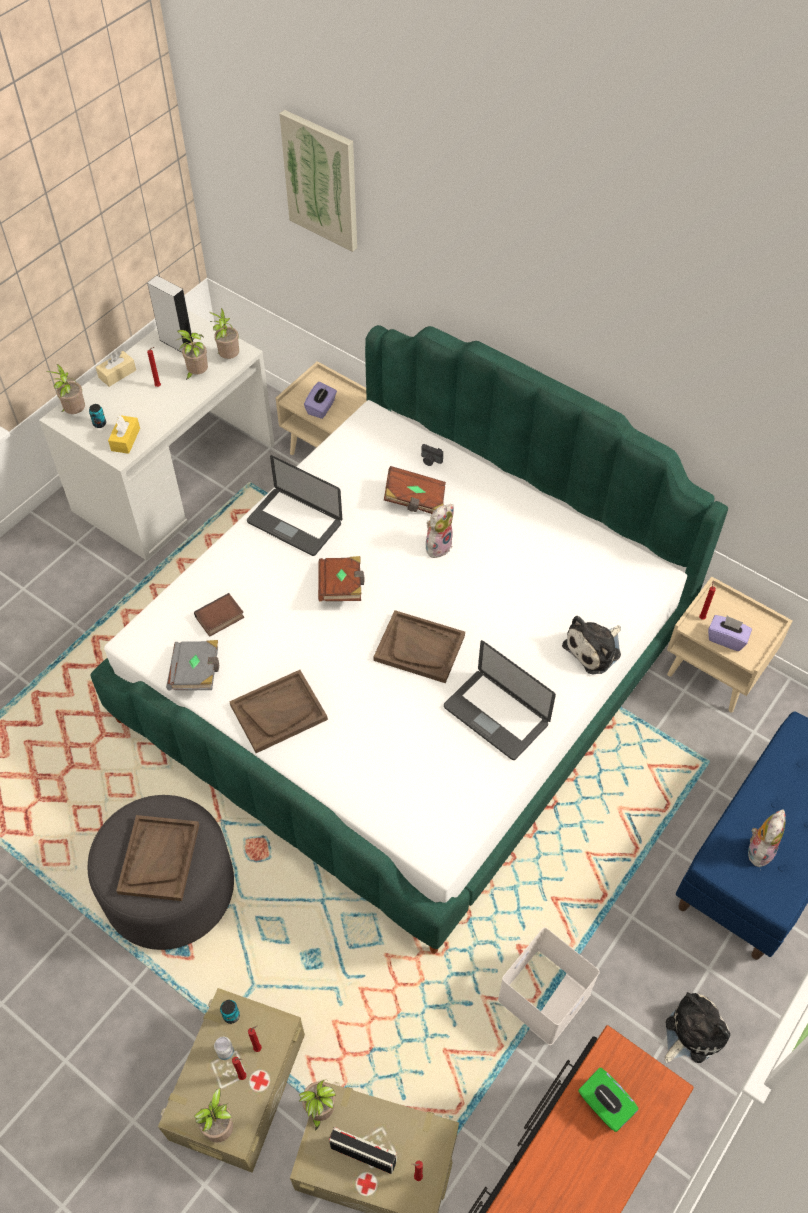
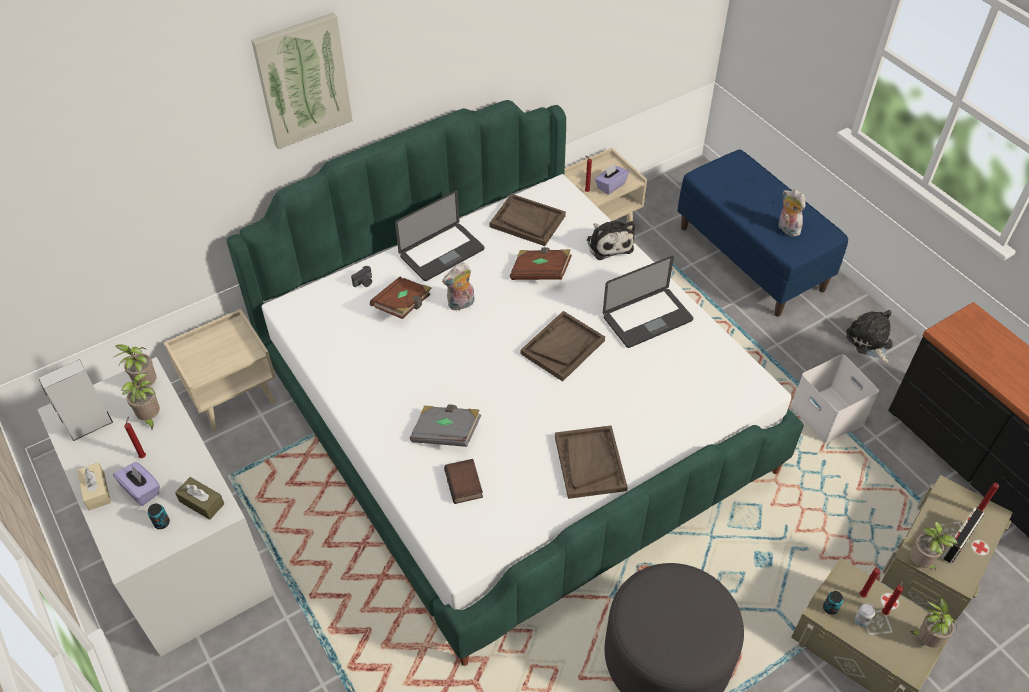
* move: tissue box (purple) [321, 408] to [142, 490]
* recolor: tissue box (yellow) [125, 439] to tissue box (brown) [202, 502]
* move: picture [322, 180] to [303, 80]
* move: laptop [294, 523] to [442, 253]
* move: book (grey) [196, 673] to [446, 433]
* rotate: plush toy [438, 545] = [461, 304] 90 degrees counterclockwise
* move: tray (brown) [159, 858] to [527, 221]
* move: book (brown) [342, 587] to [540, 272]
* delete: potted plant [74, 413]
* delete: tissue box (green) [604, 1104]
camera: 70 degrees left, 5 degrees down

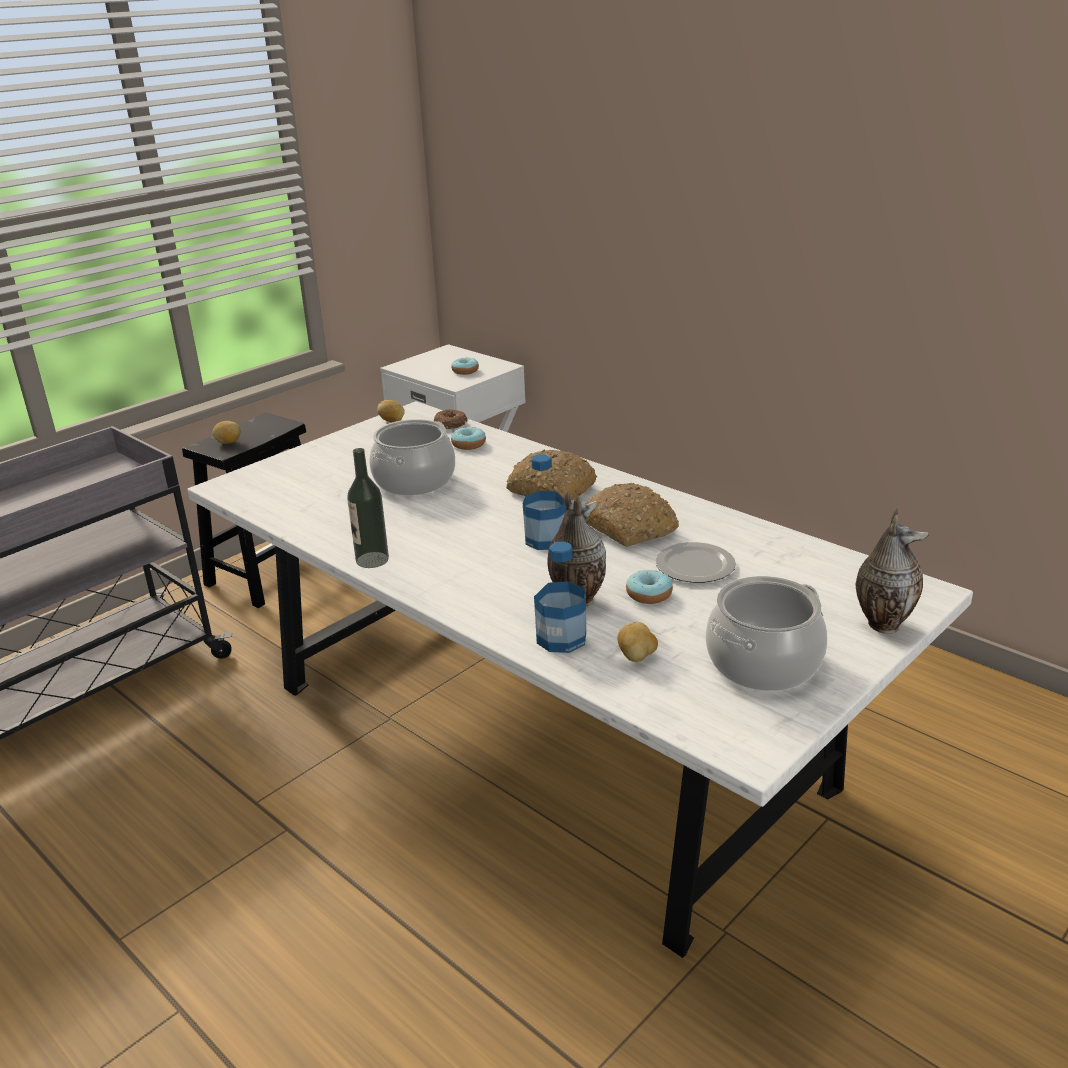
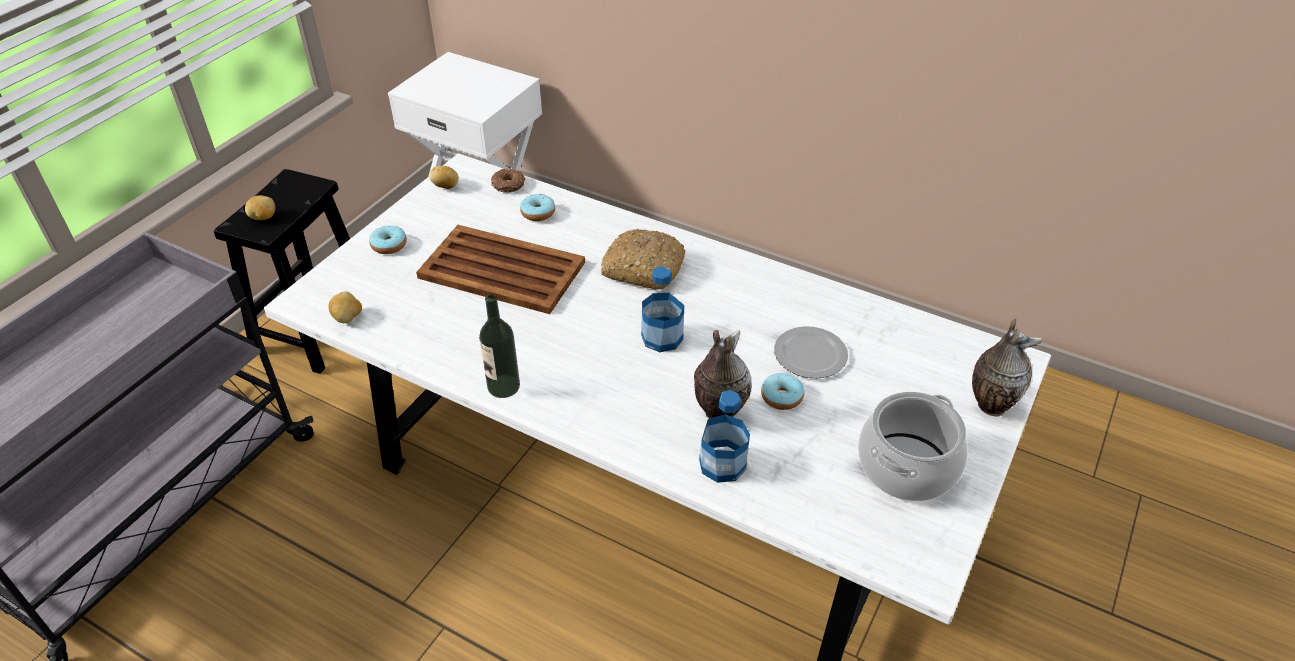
* move: potato [637, 657] to [348, 318]
* move: donut [465, 371] to [389, 245]
* replace: cooking pot [415, 481] to tray (brown) [503, 271]
* delete: bread [630, 527]
camera: 15 degrees left, 15 degrees up

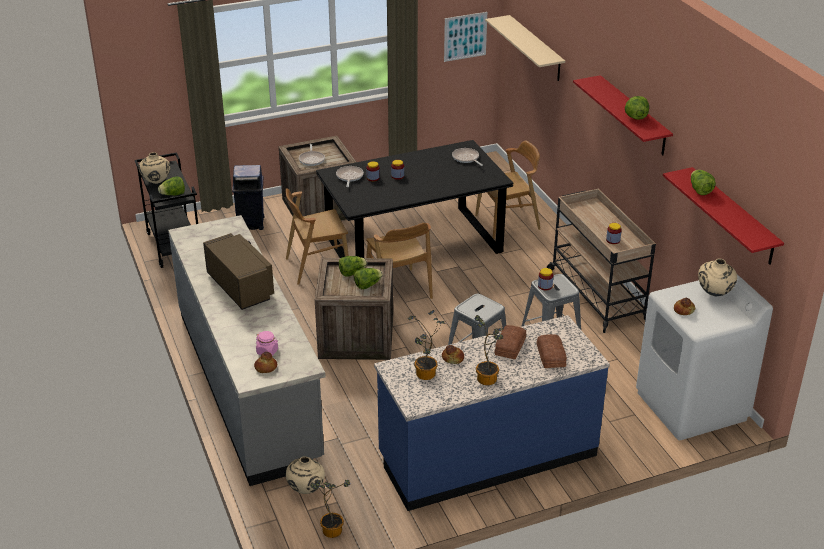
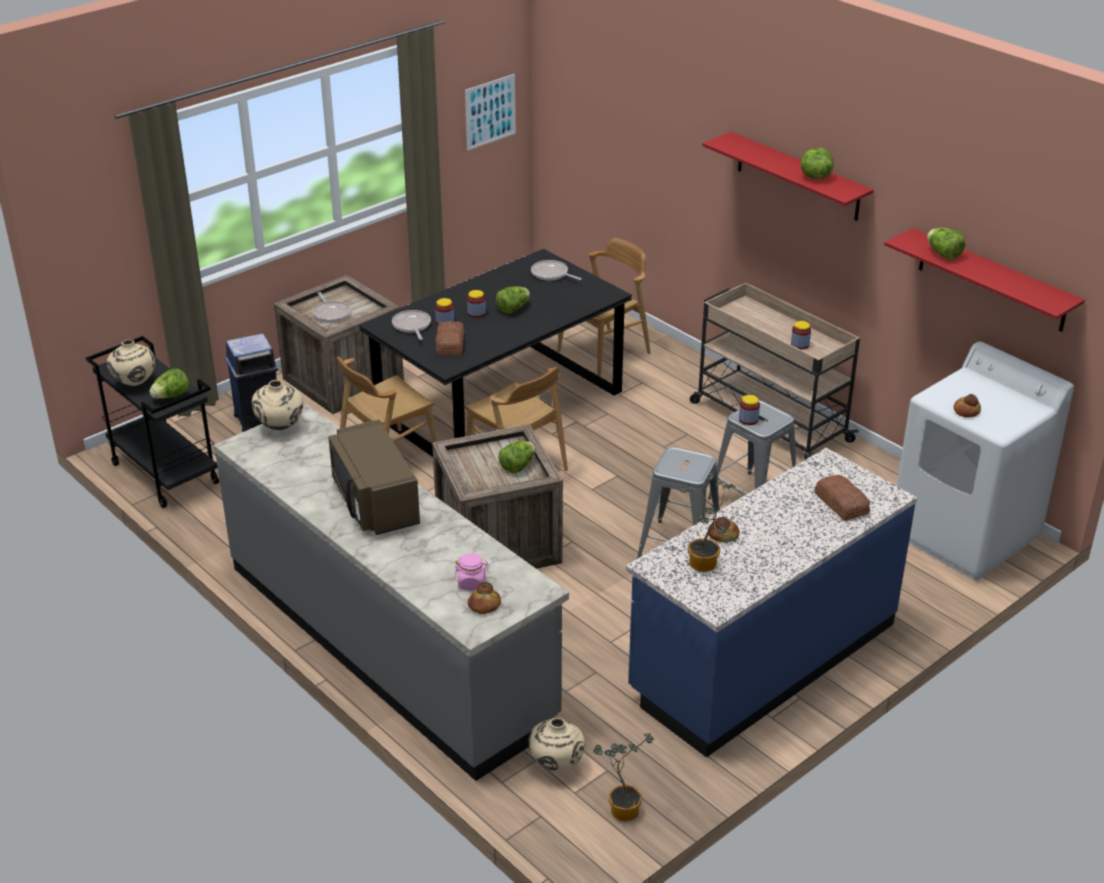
* move: vase (beige) [714, 294] to [280, 427]
* rotate: microwave (brown) [241, 286] = [374, 502] 150 degrees counterclockwise
* move: bread [509, 346] to [449, 344]
* move: lettuce [352, 273] to [513, 309]
* delete: potted plant [489, 377]
* delete: shelf (beige) [535, 48]
camera: 20 degrees left, 0 degrees up

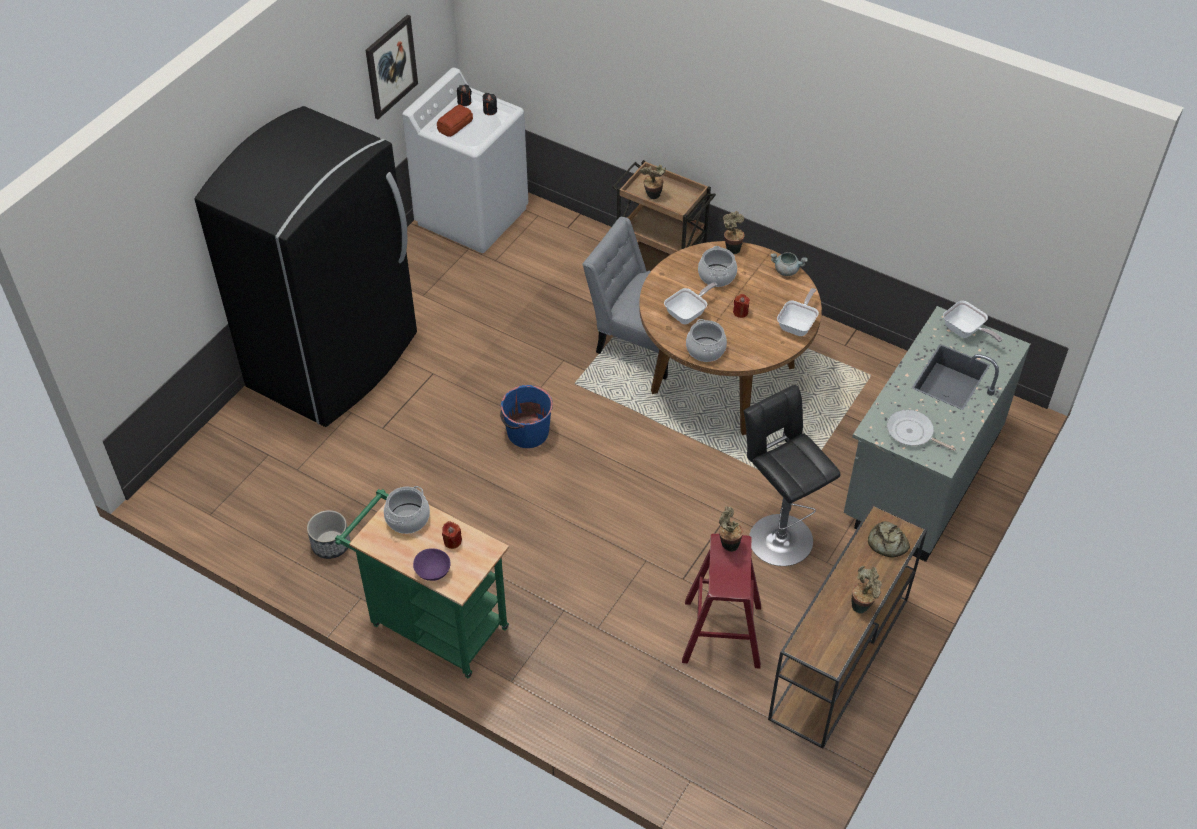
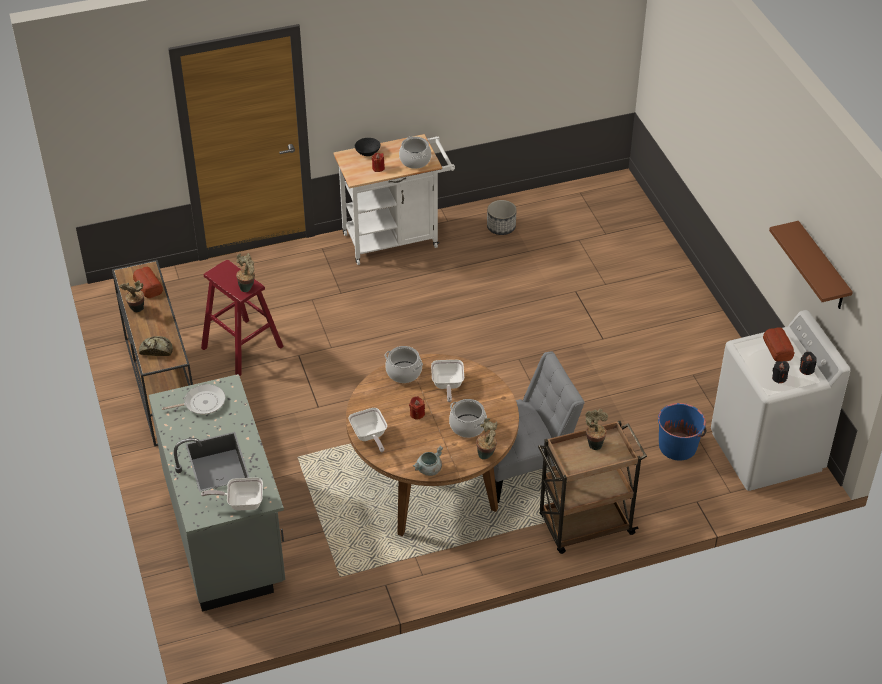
* insert: bread [148, 286]
* recolor: cart (green) [432, 623] to cart (white) [396, 238]
* recolor: bowl (purple) [432, 571] to bowl (black) [368, 152]
* move: bucket (blue) [527, 432] to [678, 446]
* replace: picture [391, 66] to shelf (brown) [822, 268]
* delete: fridge (black) [335, 361]
* delete: stool (black) [777, 536]
camera: 130 degrees right, 5 degrees down

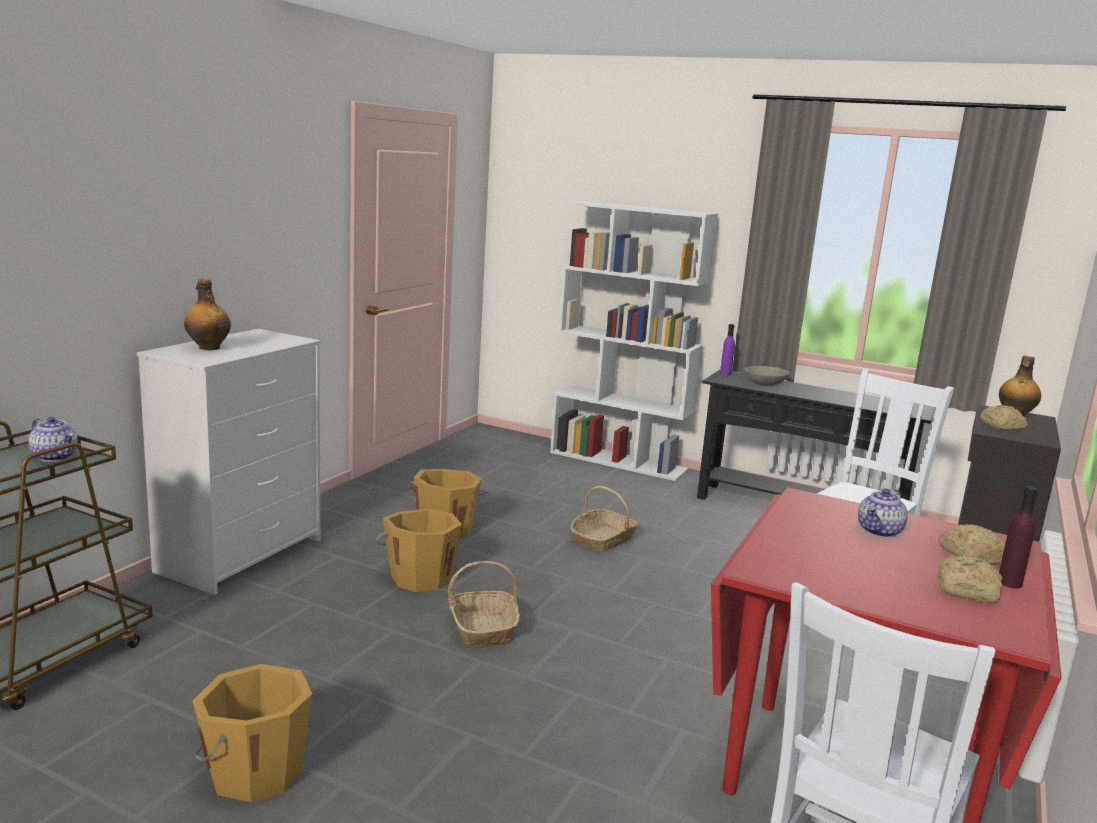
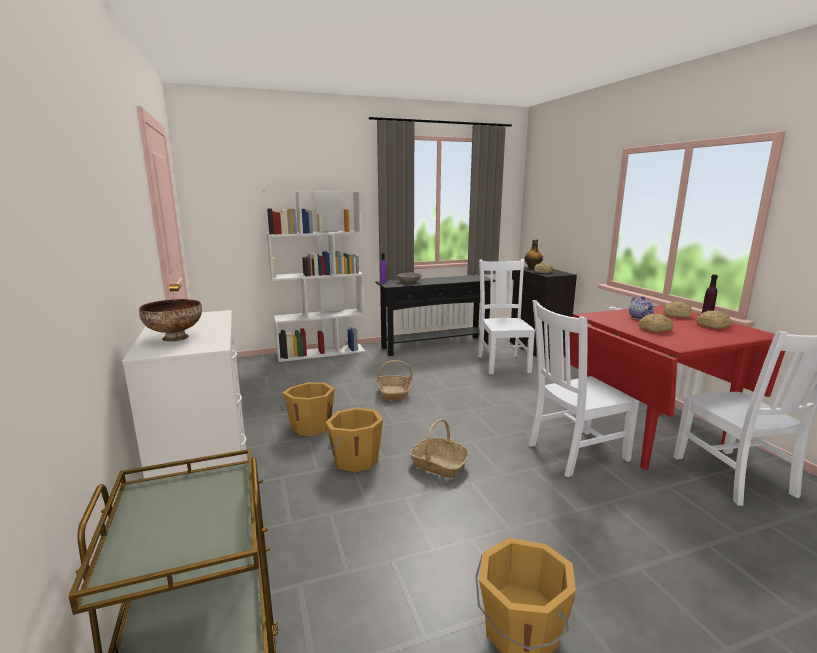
* replace: bottle [208, 348] to bowl [174, 338]
* insert: chair (white) [574, 453]
* insert: bread [654, 329]
* delete: teapot [55, 457]
camera: 45 degrees left, 0 degrees up

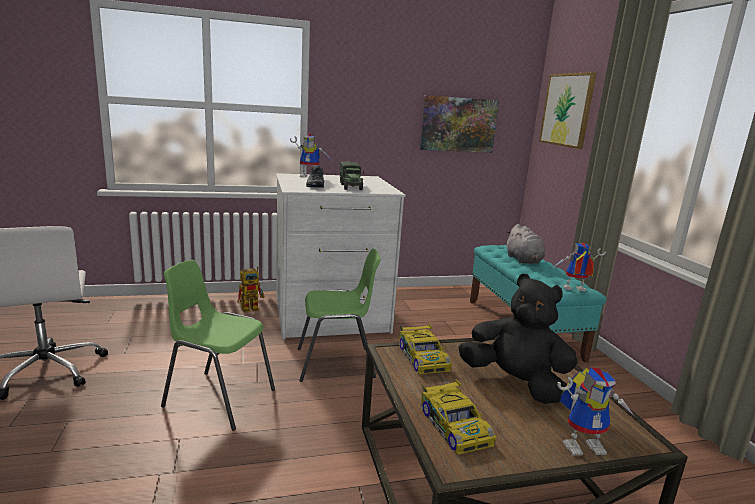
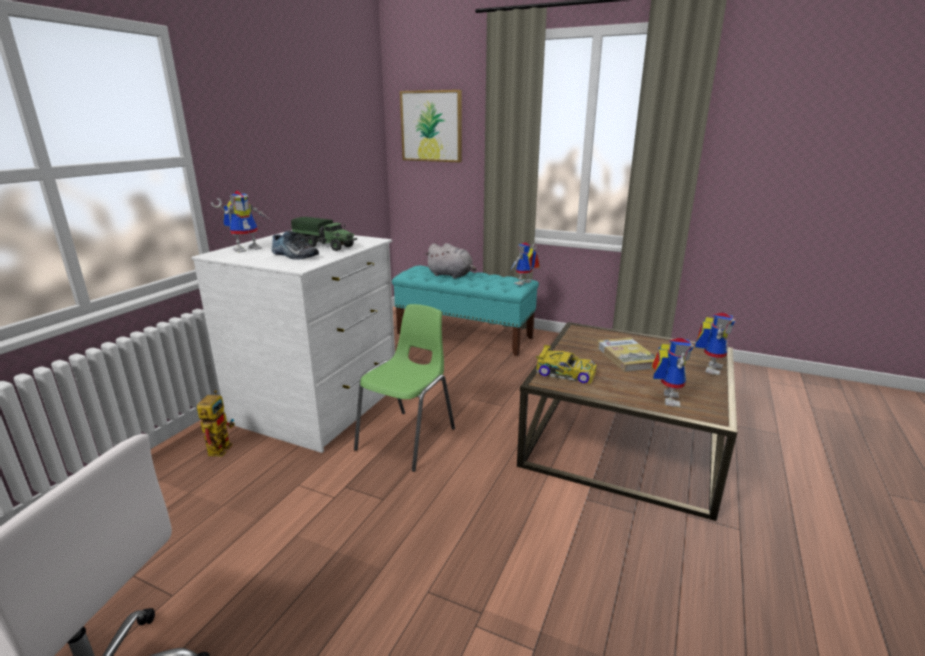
* replace: plush toy (black) [515, 383] to book [627, 357]
* replace: toy car [454, 425] to toy robot [665, 397]
* delete: chair (green) [218, 398]
* delete: picture [458, 124]
camera: 50 degrees left, 5 degrees up

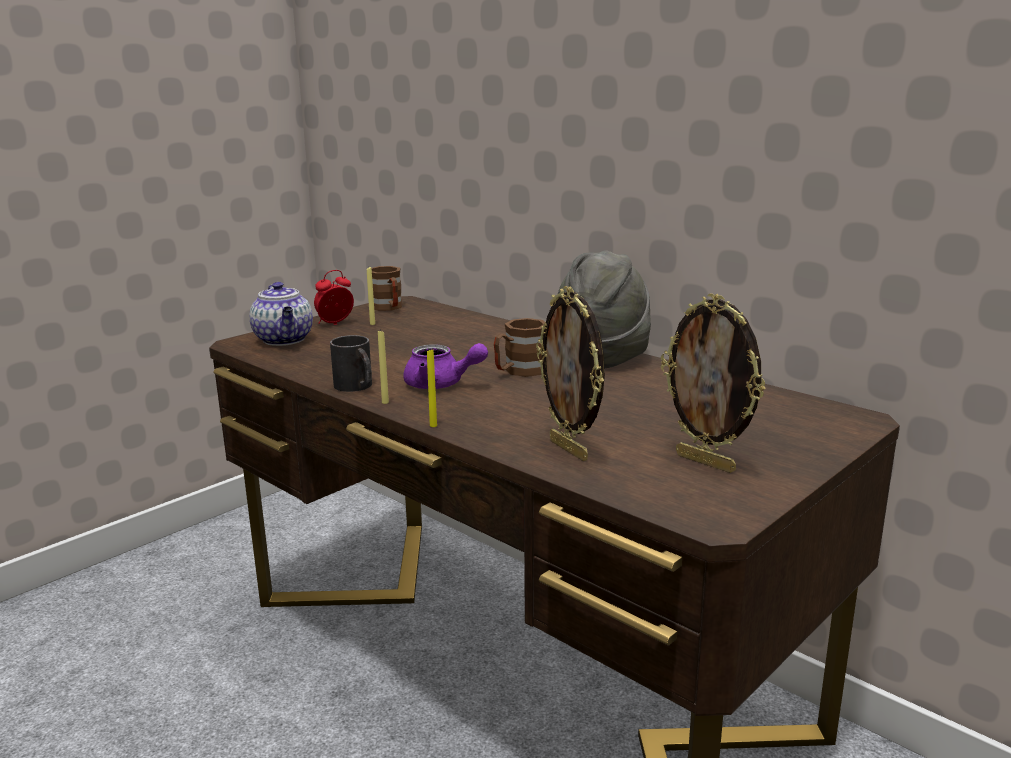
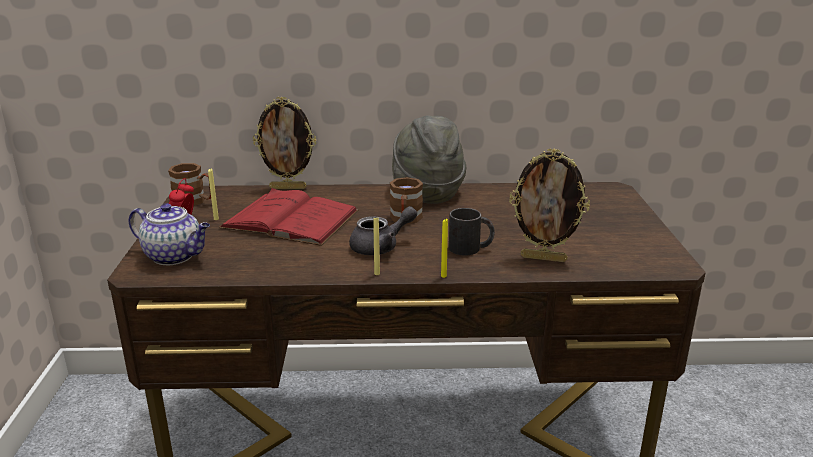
* insert: book (red) [290, 219]
* move: picture frame [706, 462] to [288, 188]
* recolor: teapot (purple) [441, 385] to teapot (grey) [381, 247]
* move: mug (black) [357, 387] to [471, 248]
camera: 45 degrees left, 5 degrees up

